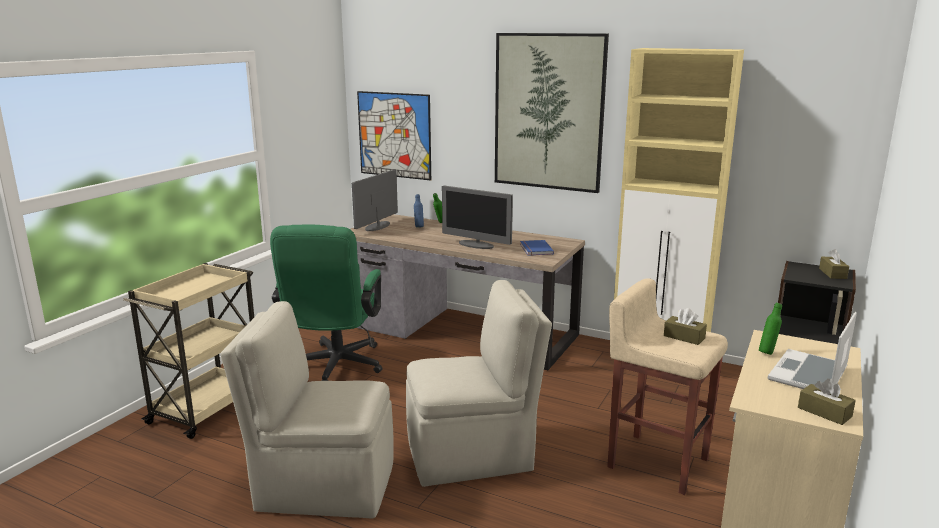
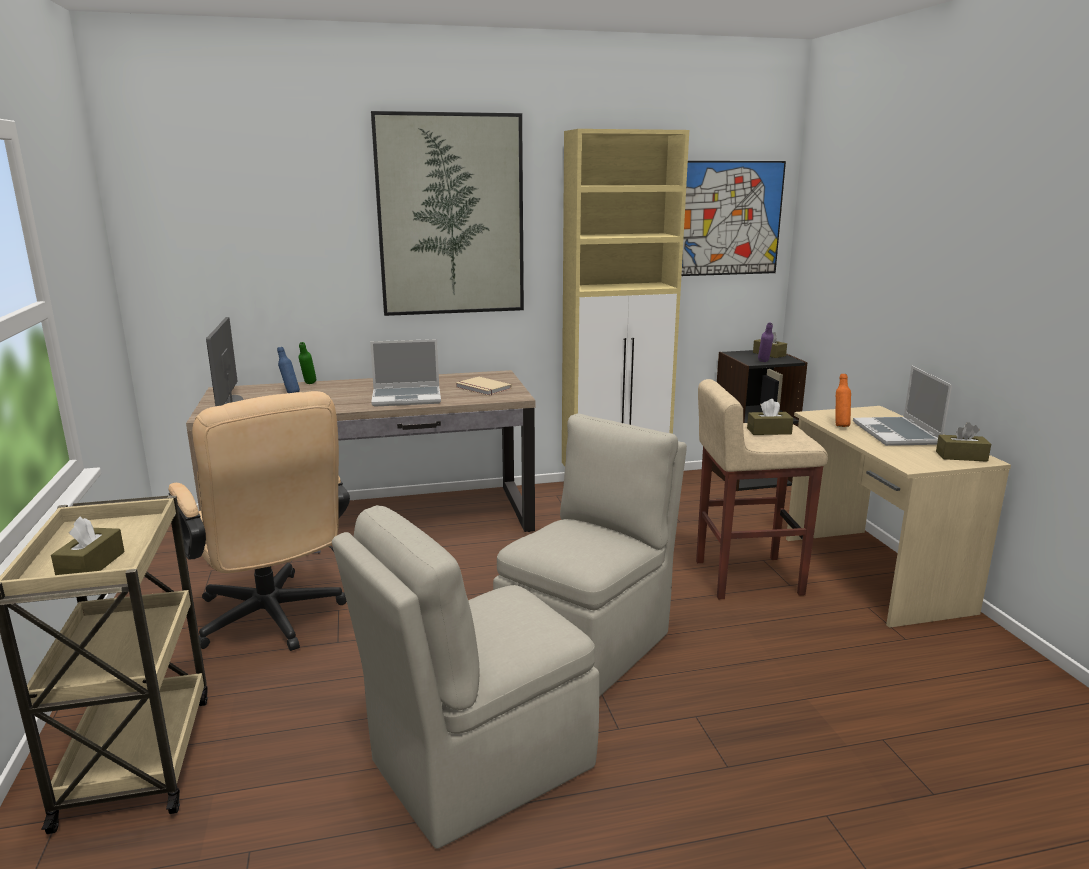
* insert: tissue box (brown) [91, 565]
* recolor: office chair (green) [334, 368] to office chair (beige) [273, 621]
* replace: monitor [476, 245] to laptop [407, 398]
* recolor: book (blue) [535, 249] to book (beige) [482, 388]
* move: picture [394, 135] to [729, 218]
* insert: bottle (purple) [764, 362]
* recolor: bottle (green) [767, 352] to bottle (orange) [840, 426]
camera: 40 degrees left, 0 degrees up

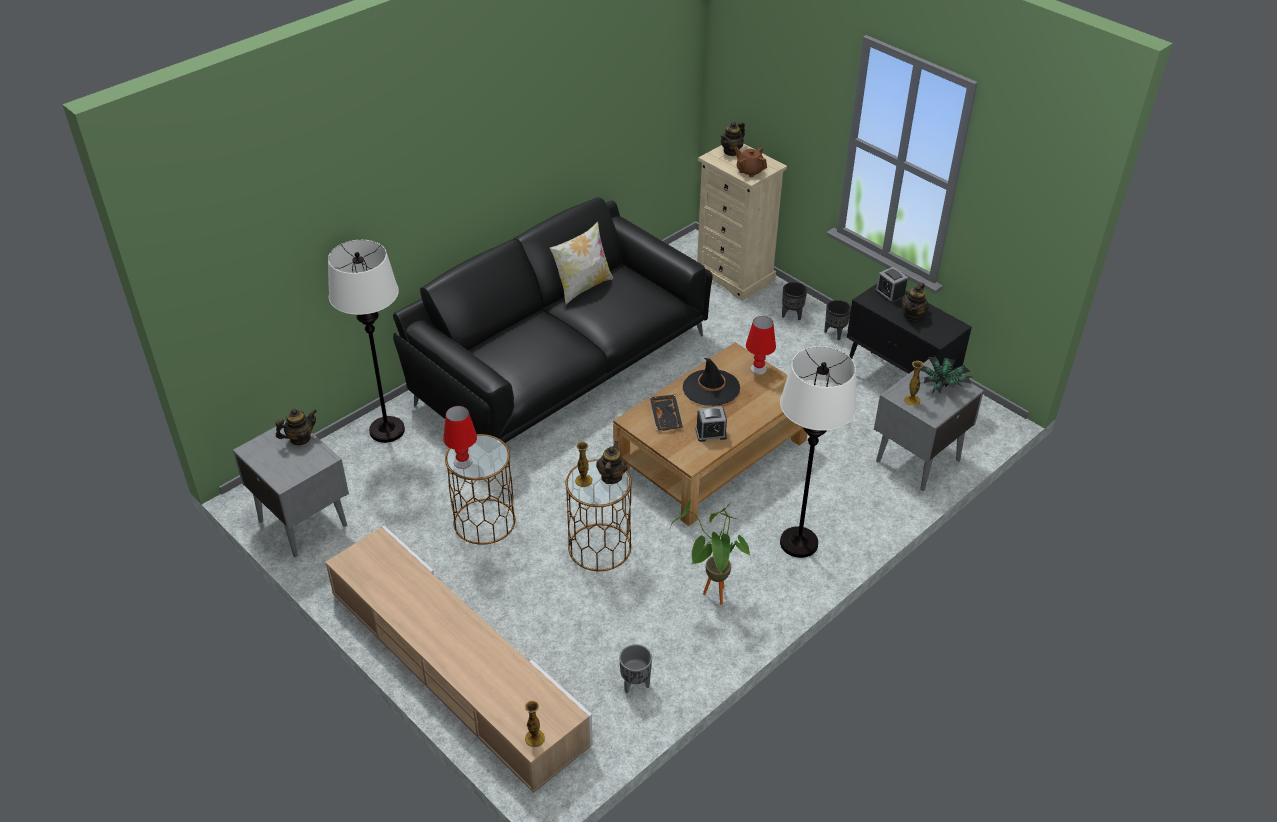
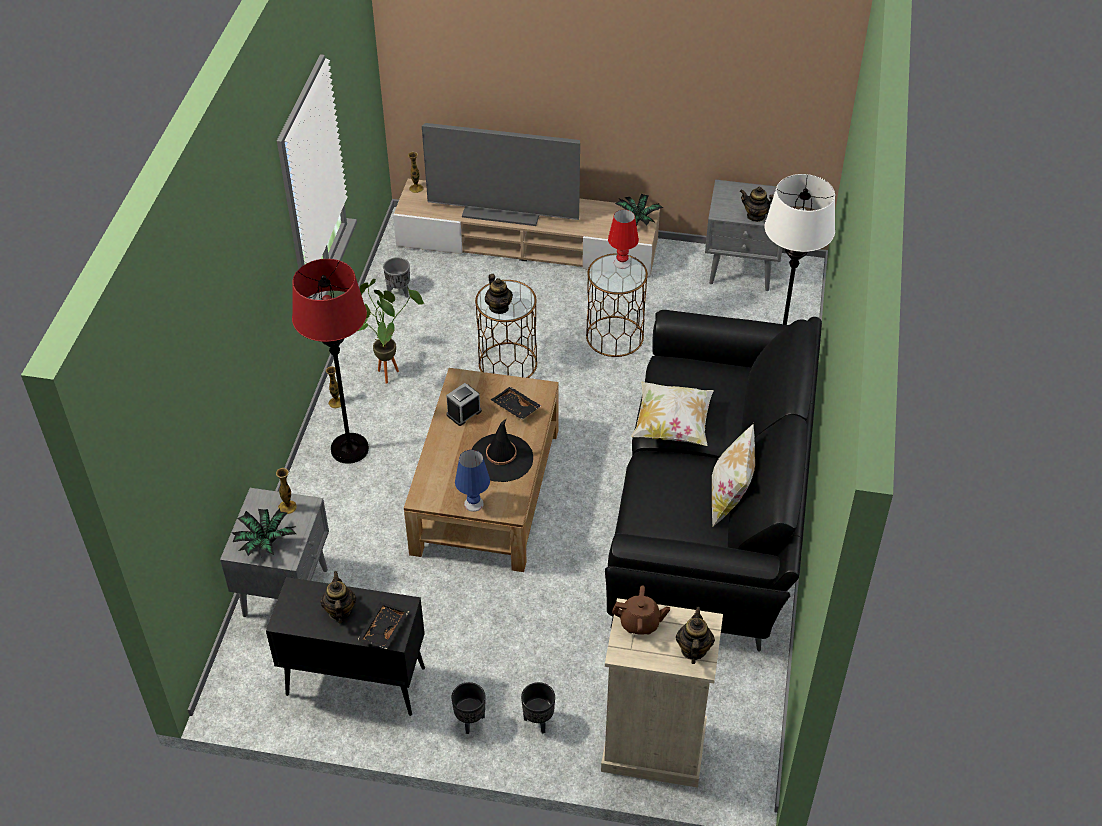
* recolor: floor lamp (white) [798, 543] to floor lamp (red) [349, 449]
* move: vase [583, 480] to [336, 402]
* replace: alarm clock [890, 294] to tray (black) [383, 629]
* insert: television [503, 210]
* recolor: table lamp (red) [758, 369] to table lamp (blue) [474, 504]
* insert: potted plant [637, 220]
* insert: pillow [672, 426]
* rotate: teapot [300, 439] = [756, 216] 90 degrees clockwise
camera: 145 degrees right, 5 degrees up

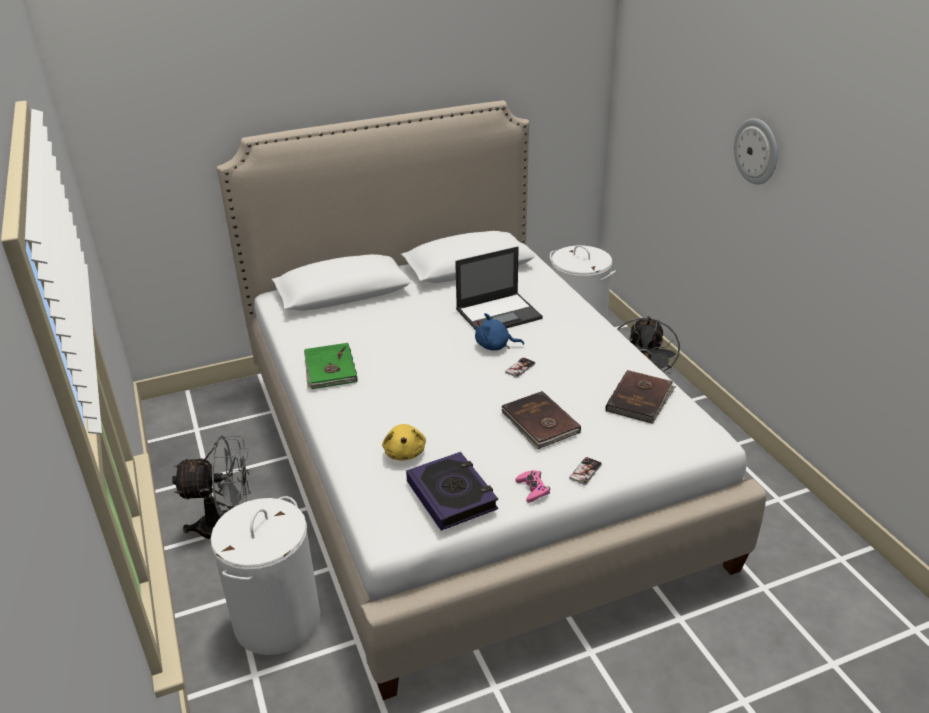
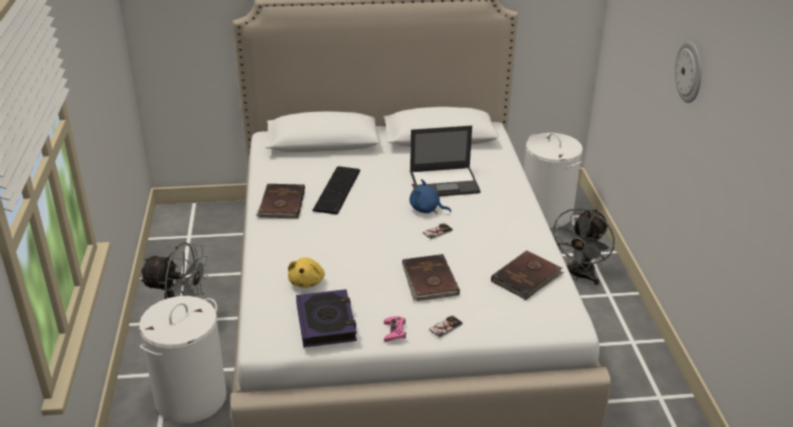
* recolor: book (green) [329, 369] to book (brown) [281, 203]
* insert: keyboard [339, 189]
camera: 15 degrees right, 0 degrees up

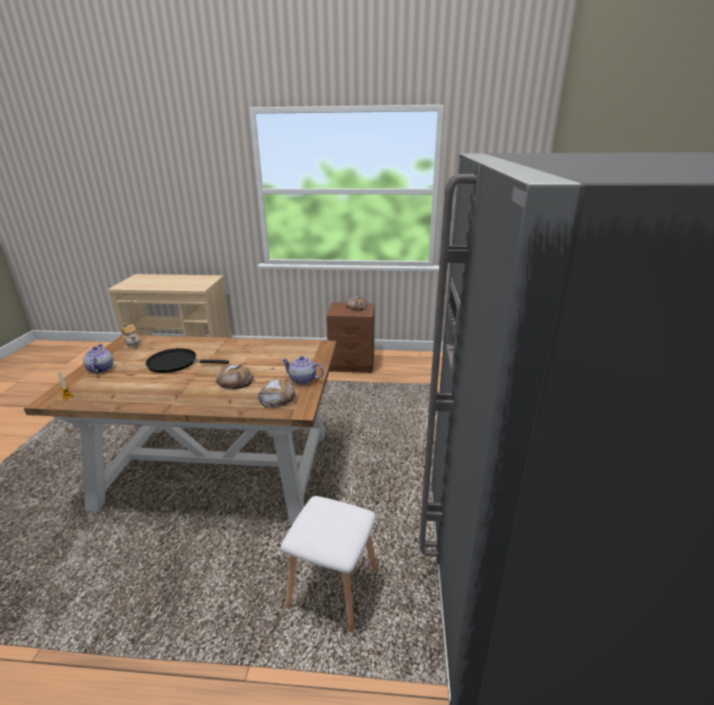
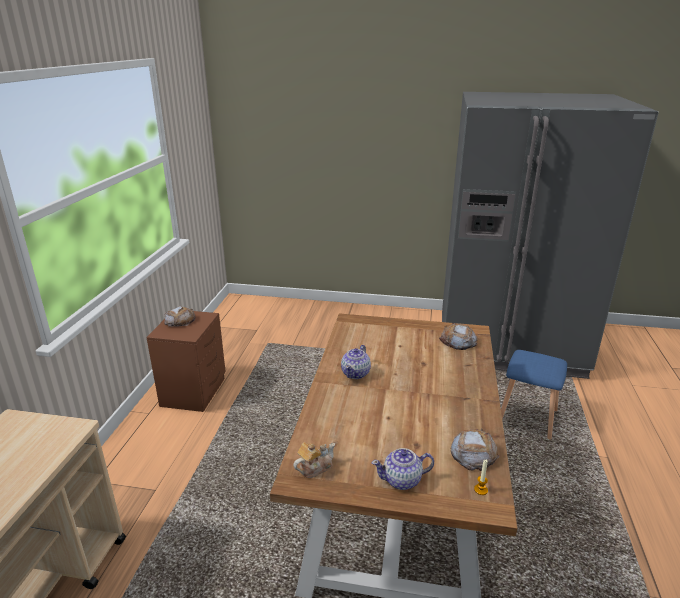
* move: teapot [303, 380] to [356, 373]
* move: bread [235, 381] to [473, 453]
* recolor: stool (white) [333, 590] to stool (blue) [528, 417]
* delete: frying pan (black) [176, 363]
camera: 85 degrees left, 0 degrees up

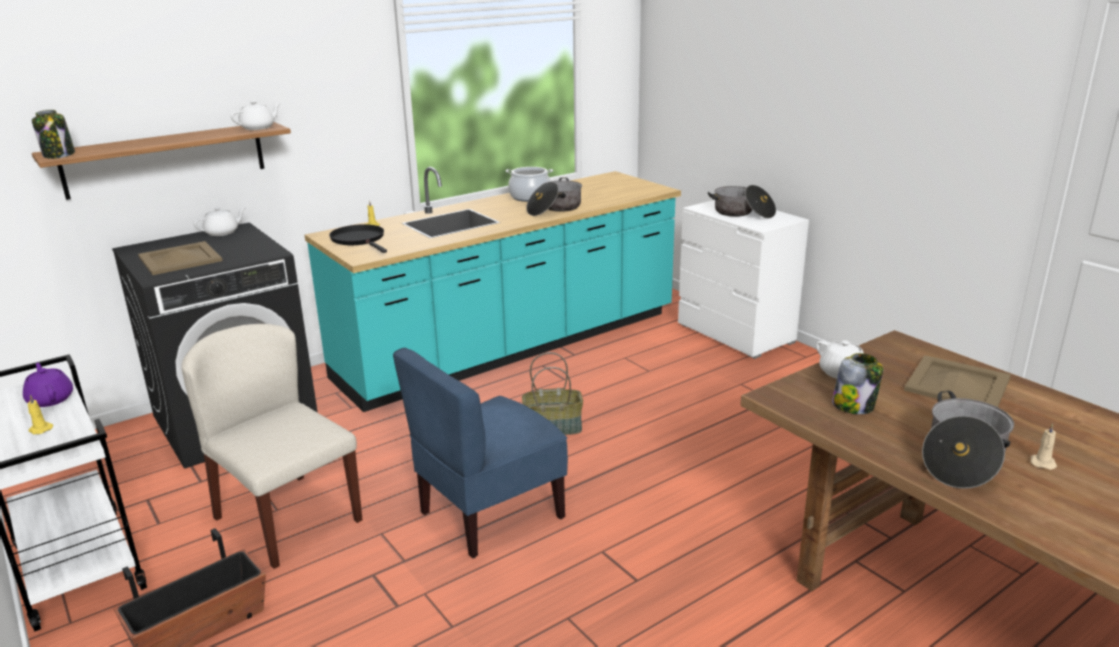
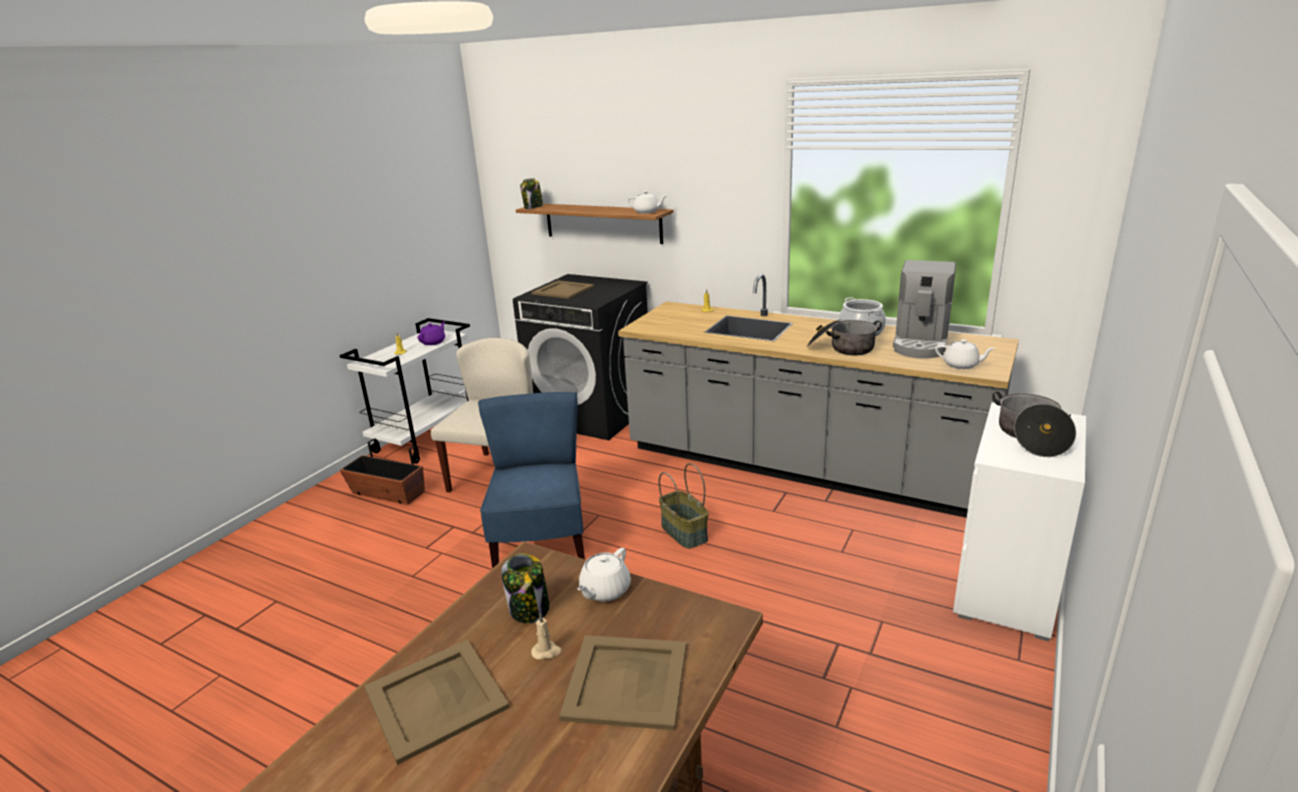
* replace: cooking pot [962, 458] to tray (beige) [435, 699]
* rotate: chair (blue) [490, 514] = [542, 546] 60 degrees clockwise
* move: candle (beige) [1042, 462] to [547, 651]
* recolor: counter (turquoise) [511, 346] to counter (grey) [802, 466]
* insert: coffee machine [920, 343]
* move: teapot (white) [222, 232] to [961, 365]
* delete: frying pan (black) [359, 239]
camera: 65 degrees right, 0 degrees up

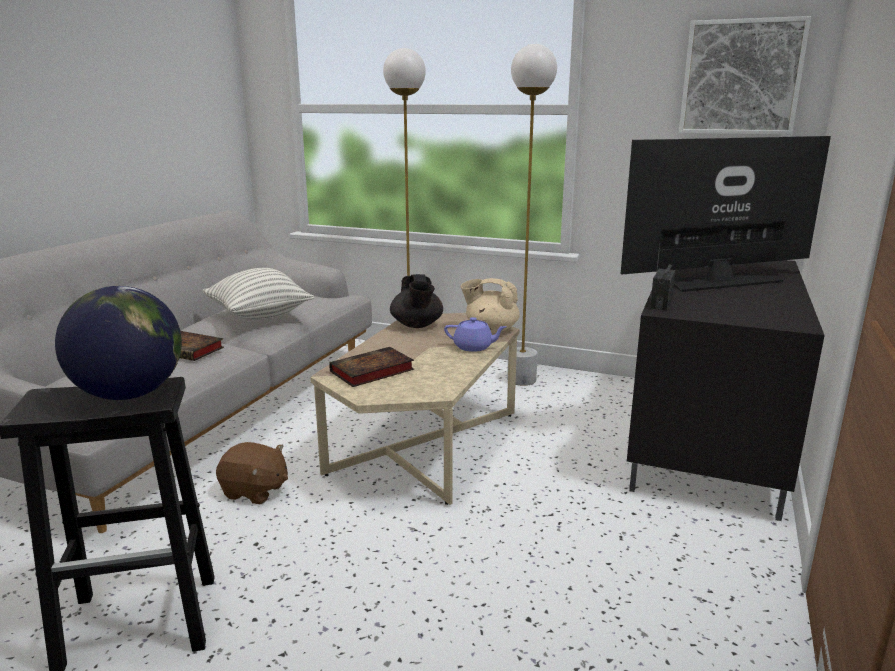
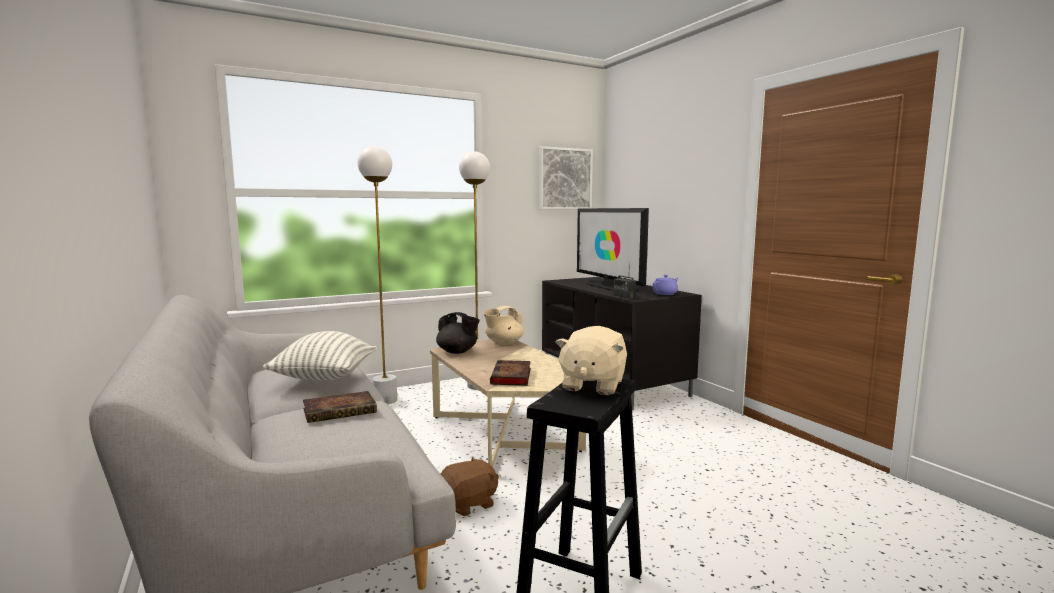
* replace: globe [129, 395] to plush toy (beige) [592, 385]
* rotate: television [719, 281] = [609, 287] 45 degrees counterclockwise
* move: teapot (purple) [474, 347] to [665, 294]
camera: 50 degrees left, 10 degrees down

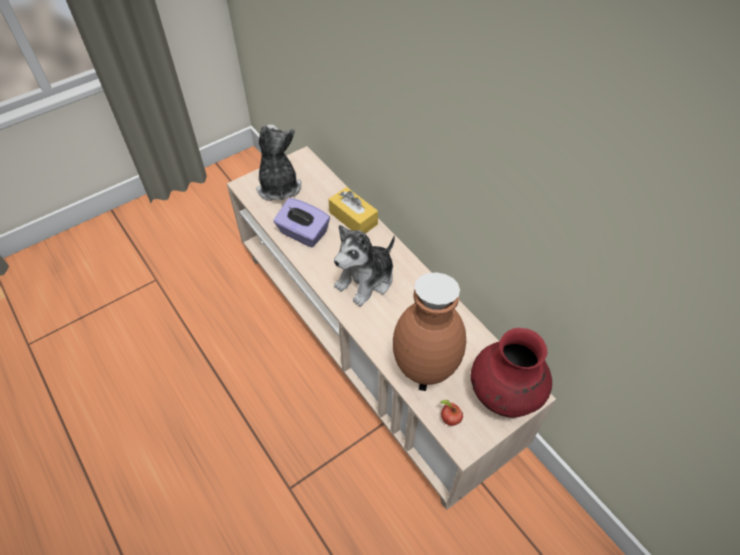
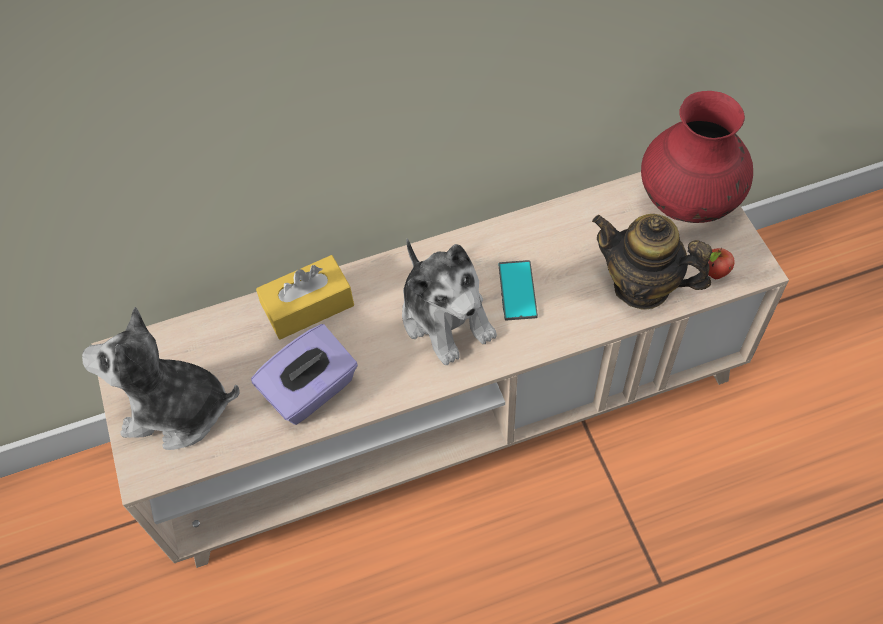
* insert: phone [517, 290]
* replace: vase (brown) [423, 377] to teapot [642, 286]
camera: 70 degrees left, 5 degrees up

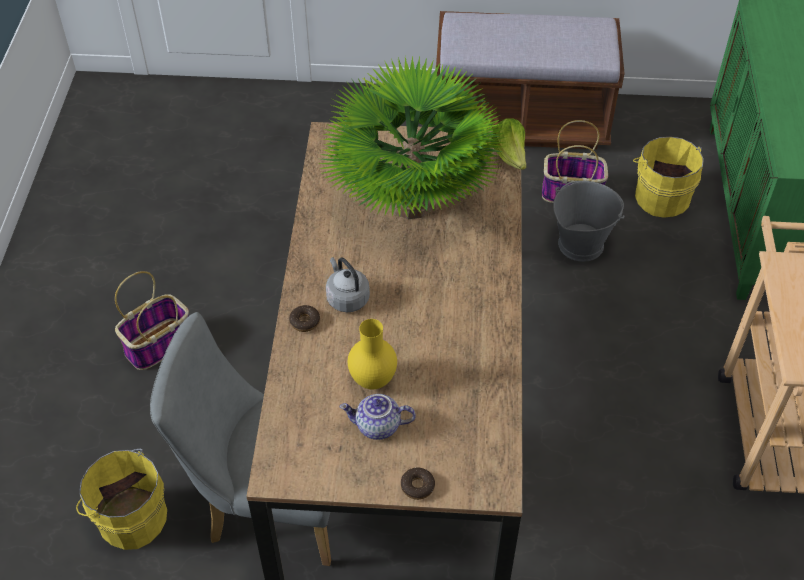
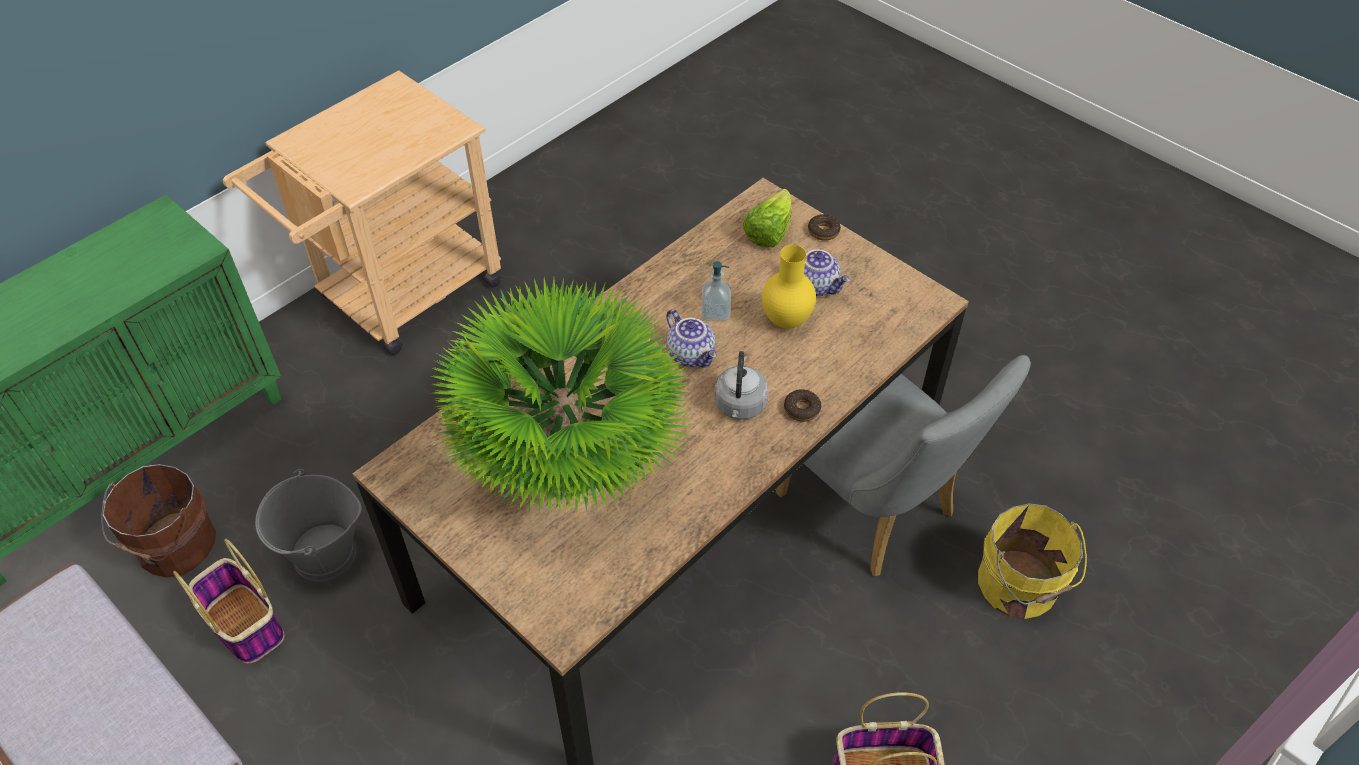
* recolor: bucket (yellow) [661, 196] to bucket (brown) [173, 547]
* insert: teapot [692, 354]
* insert: soap dispenser [715, 312]
* move: lettuce [510, 156] to [769, 232]
camera: 140 degrees left, 0 degrees up

